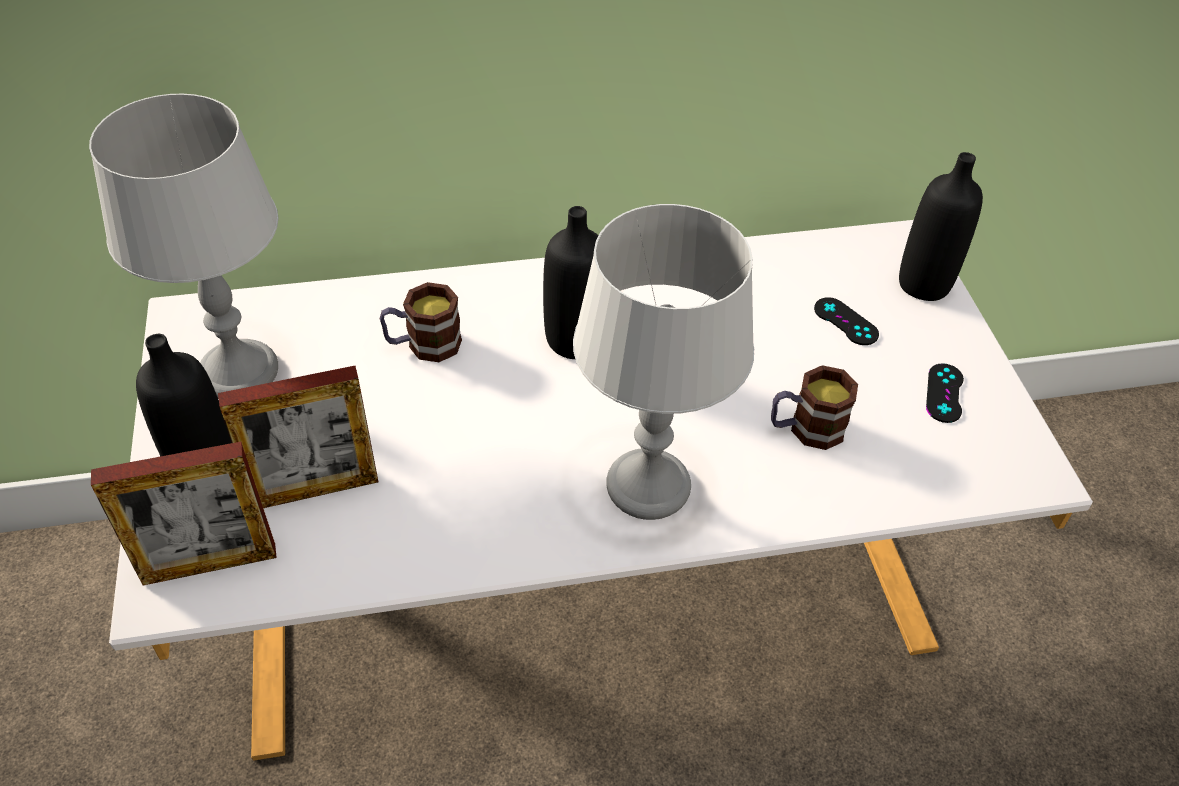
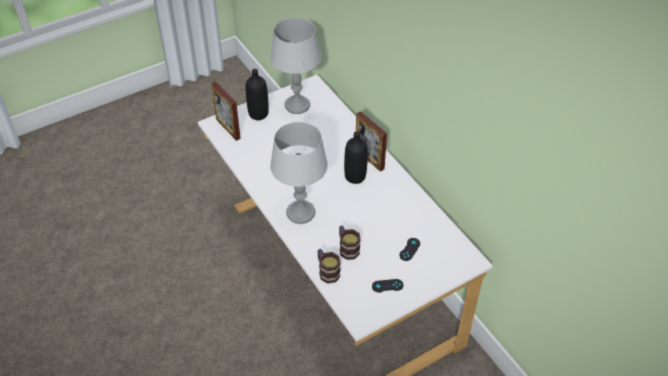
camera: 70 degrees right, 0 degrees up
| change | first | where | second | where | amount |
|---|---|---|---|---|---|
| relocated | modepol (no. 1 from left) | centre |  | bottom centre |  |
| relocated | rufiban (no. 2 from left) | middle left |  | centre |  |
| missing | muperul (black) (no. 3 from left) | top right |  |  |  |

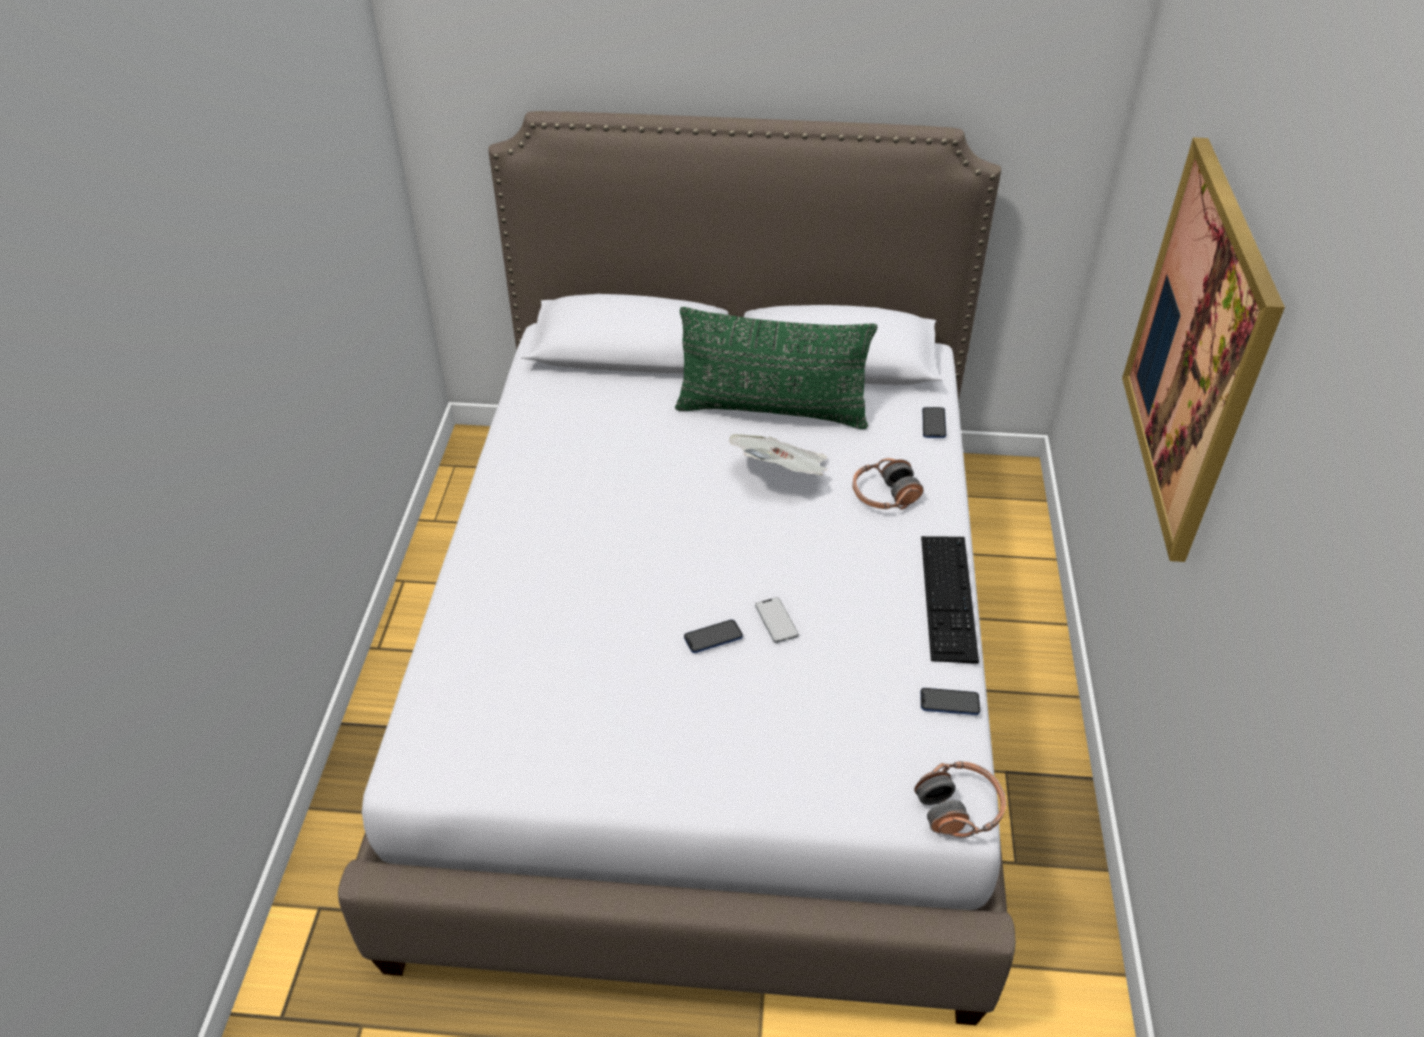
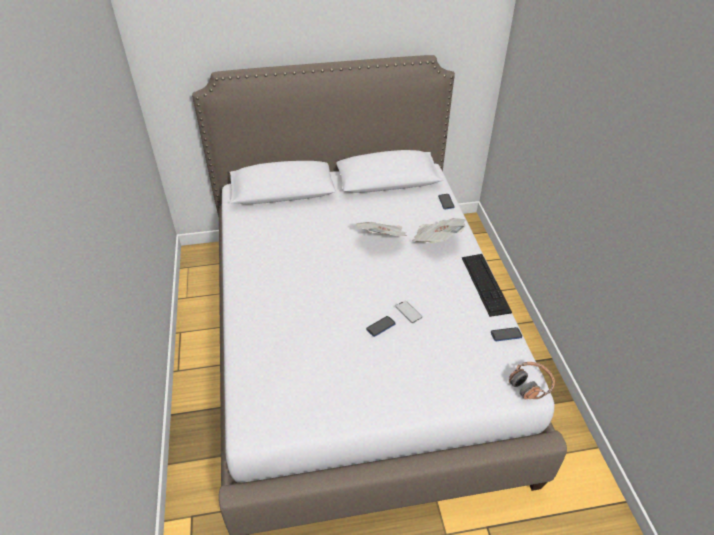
camera: 15 degrees left, 0 degrees up
| change | first | where | second | where | amount |
|---|---|---|---|---|---|
| exchanged | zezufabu (no. 1 from left) | centre | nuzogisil (no. 2 from left) | centre |  |
| missing | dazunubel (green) | centre |  |  |  |
| missing | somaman | middle right |  |  |  |

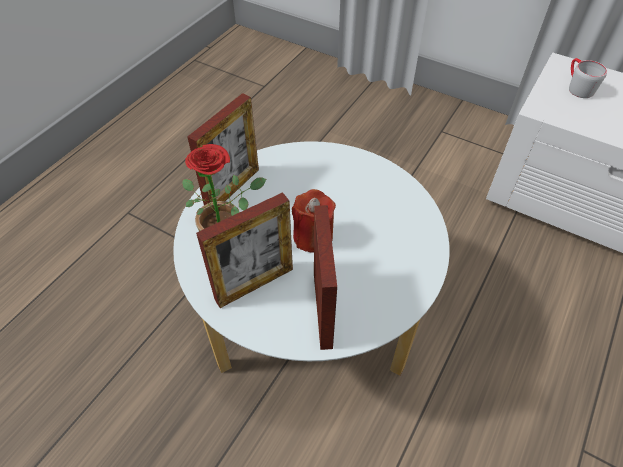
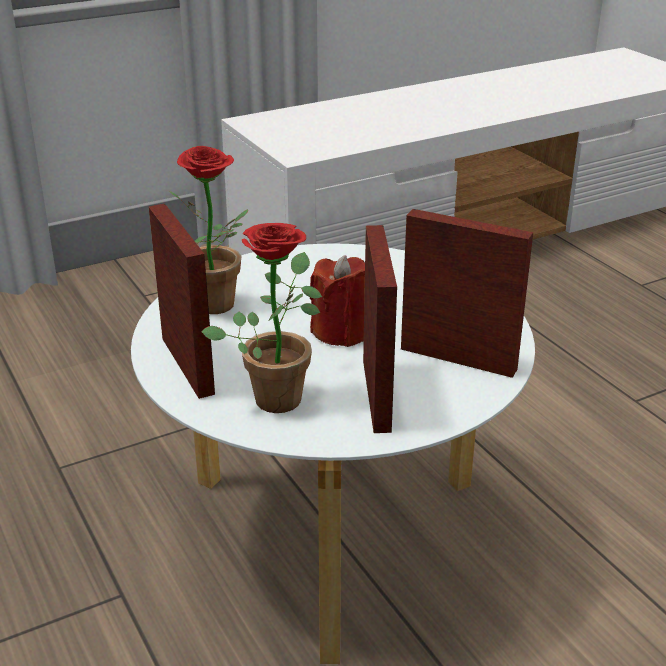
camera: 60 degrees left, 20 degrees down
| change | first | where | second | where | amount |
|---|---|---|---|---|---|
| appeared |  |  | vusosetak (no. 1 from left) | middle left |  |
| missing | modepol (grey) | top right |  |  |  |

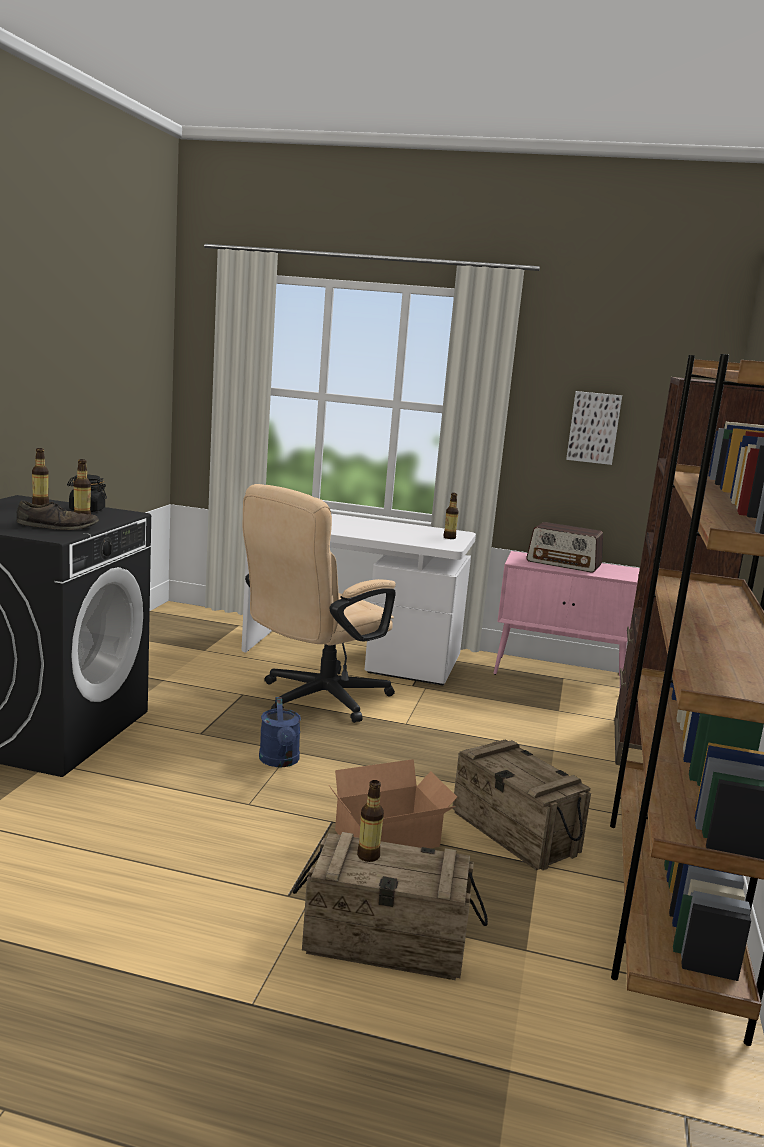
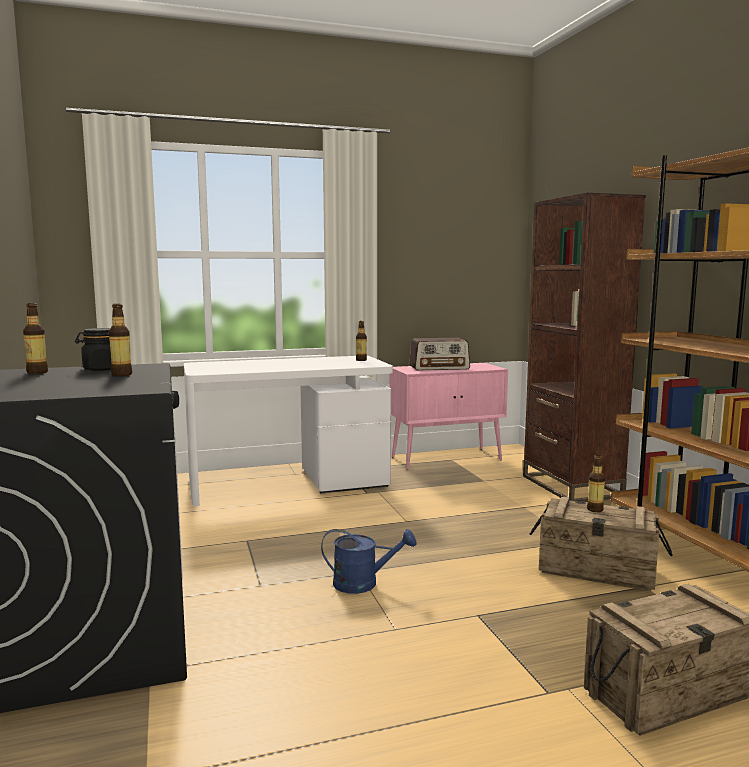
camera: 30 degrees left, 5 degrees down
| change | first | where | second | where | amount |
|---|---|---|---|---|---|
| spun | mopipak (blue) | centre |  | bottom centre | 45 degrees counterclockwise |
| relocated | muperul (no. 3 from left in the first image) | bottom centre | muperul (no. 4 from left) | middle right |  |
| missing | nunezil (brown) | middle left |  |  |  |
| missing | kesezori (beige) | centre |  |  |  |
| missing | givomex | bottom centre |  |  |  |
| missing | somaman | middle right |  |  |  |

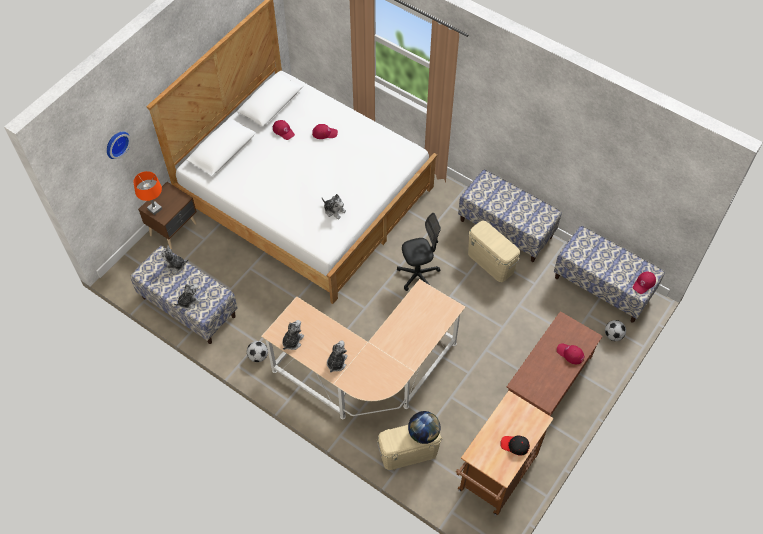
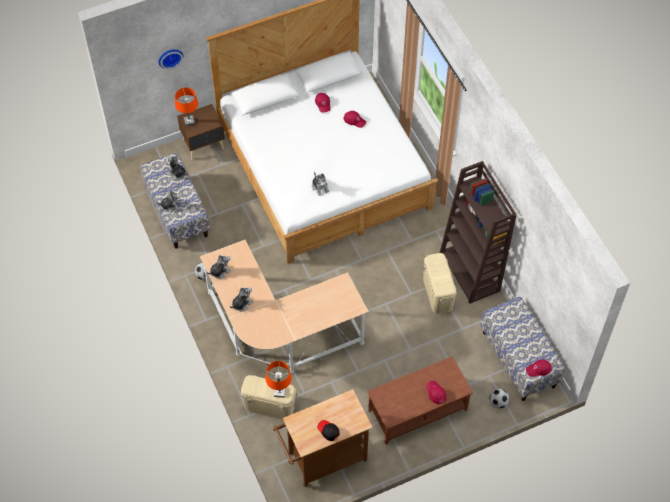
camera: 30 degrees right, 0 degrees up
| change | first | where | second | where | amount |
|---|---|---|---|---|---|
| exchanged | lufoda | bottom centre | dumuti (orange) (no. 2 from left) | bottom centre |  |
| exchanged | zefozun (no. 2 from left) | middle right | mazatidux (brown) | middle right |  |
| missing | kesezori (black) | centre |  |  |  |

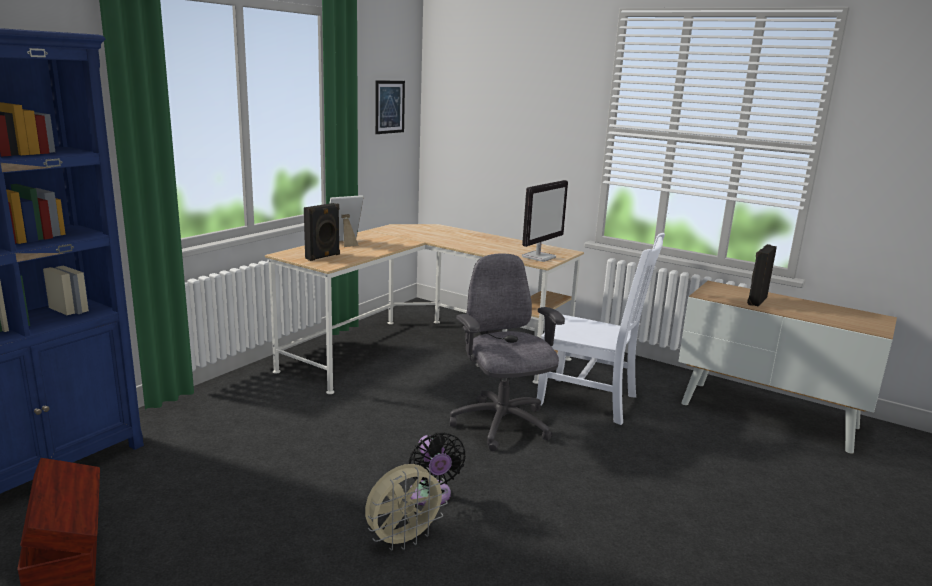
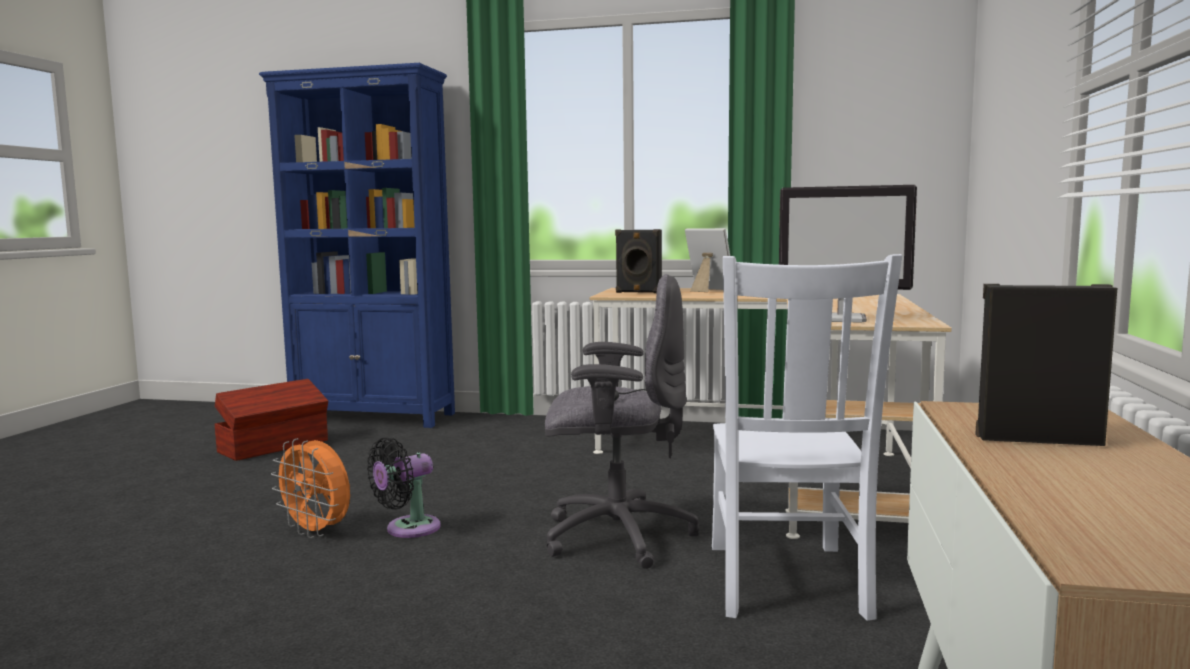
camera: 70 degrees right, 10 degrees down
| change | first | where | second | where | amount |
|---|---|---|---|---|---|
| colour | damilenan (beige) | bottom centre | damilenan (orange) | bottom left |  |
| spun | kesezori (grey) | centre |  | centre | 45 degrees clockwise |
| missing | somaman | top centre |  |  |  |

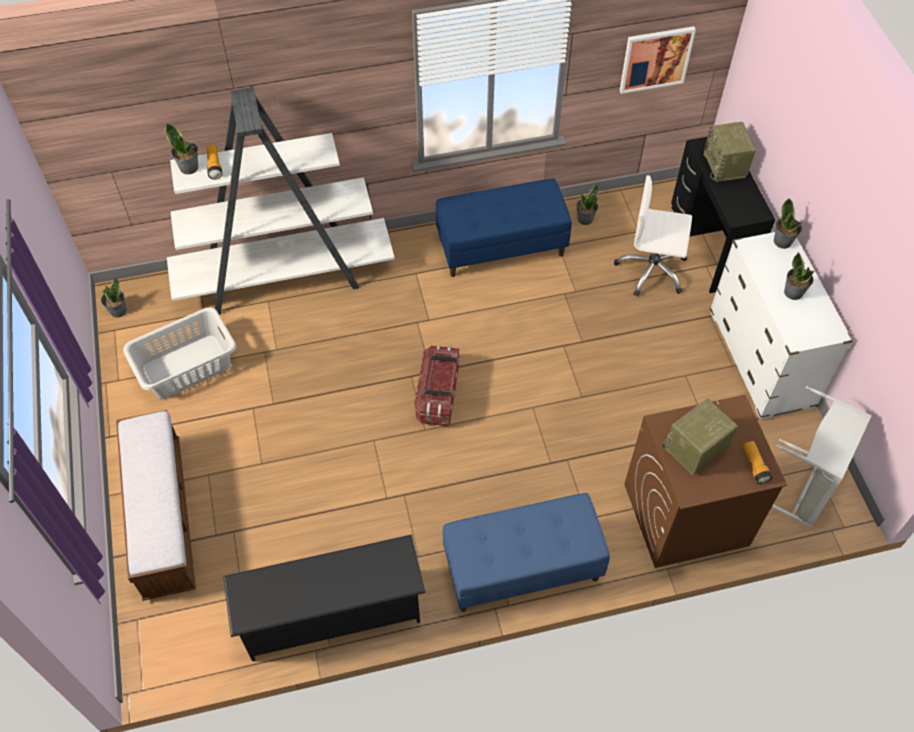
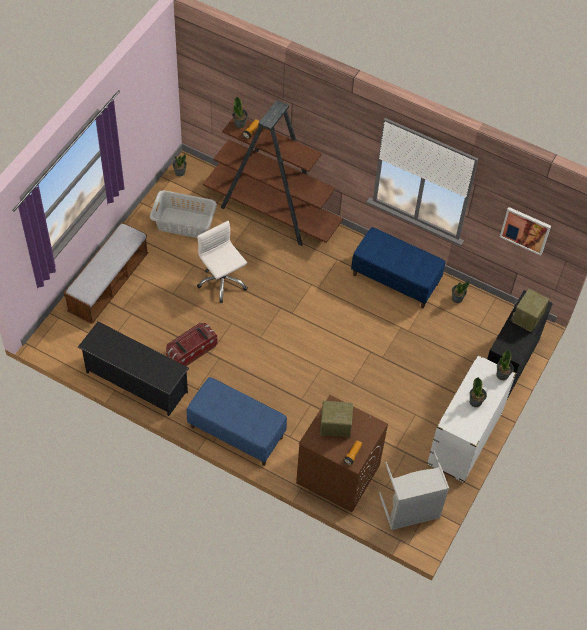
camera: 40 degrees right, 0 degrees up
| change | first | where | second | where | amount |
|---|---|---|---|---|---|
| relocated | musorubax | centre |  | middle left |  |
| relocated | kesezori (white) | top right |  | centre |  |
| colour | mazatidux (white) | top left | mazatidux (brown) | top centre |  |

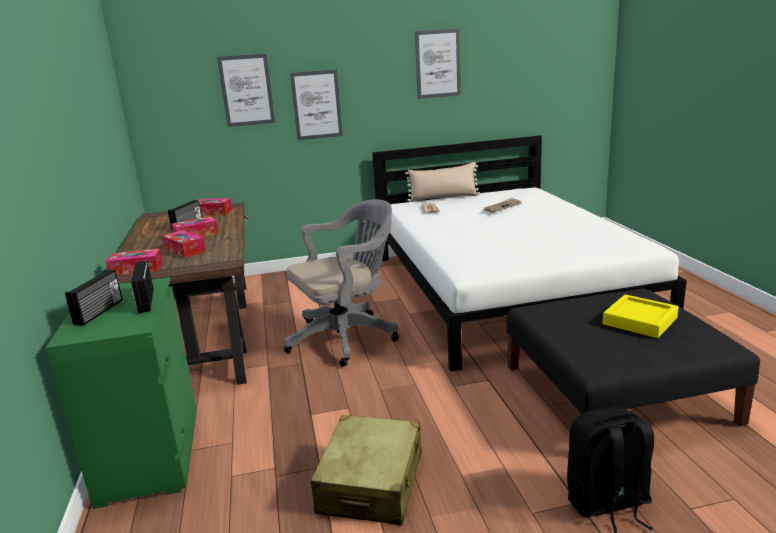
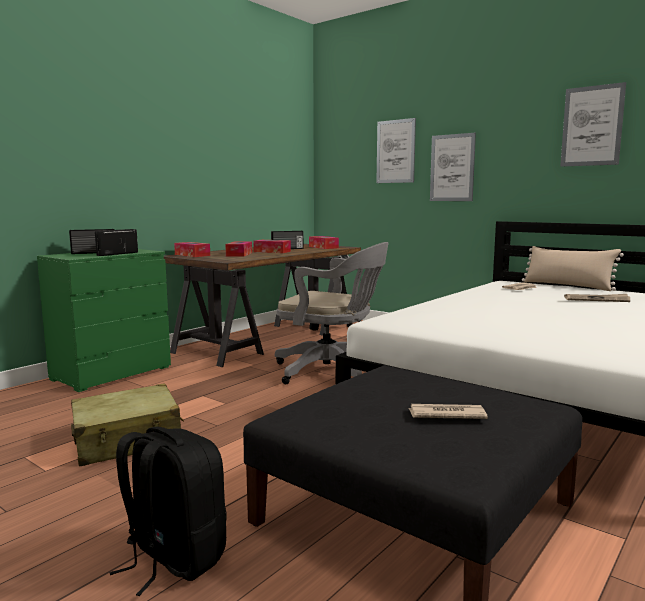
camera: 50 degrees right, 10 degrees down
| change | first | where | second | where | amount |
|---|---|---|---|---|---|
| exchanged | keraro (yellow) | middle right | nuzogisil (no. 1 from left) | bottom right |  |

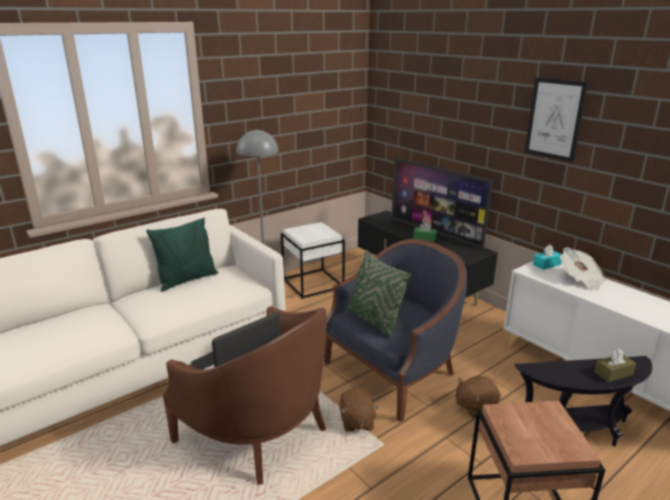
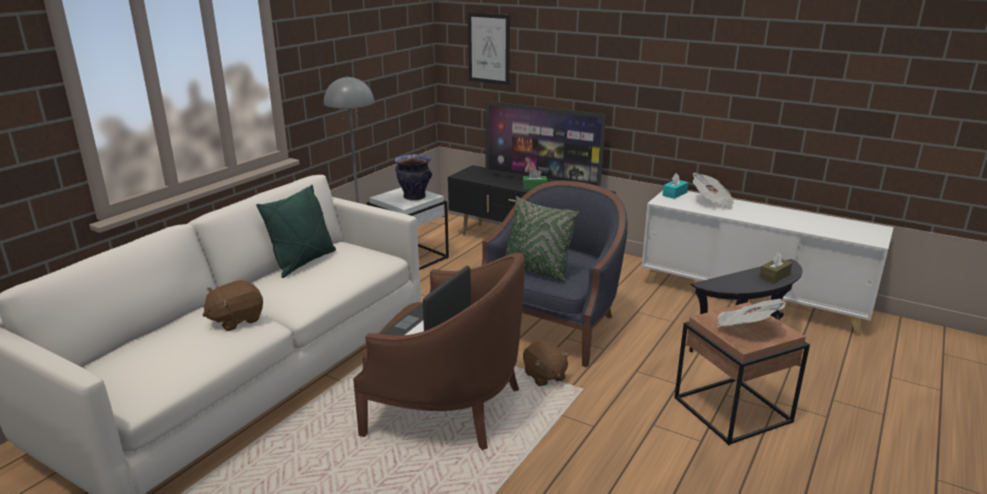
camera: 20 degrees left, 0 degrees up
| change | first | where | second | where | amount |
|---|---|---|---|---|---|
| relocated | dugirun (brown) (no. 2 from left in the first image) | bottom right | dugirun (brown) (no. 1 from left) | middle left |  |
| appeared |  |  | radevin | centre |  |
| relocated | somaman | top right |  | top centre |  |
| appeared |  |  | nuzogisil (no. 2 from left) | middle right |  |

